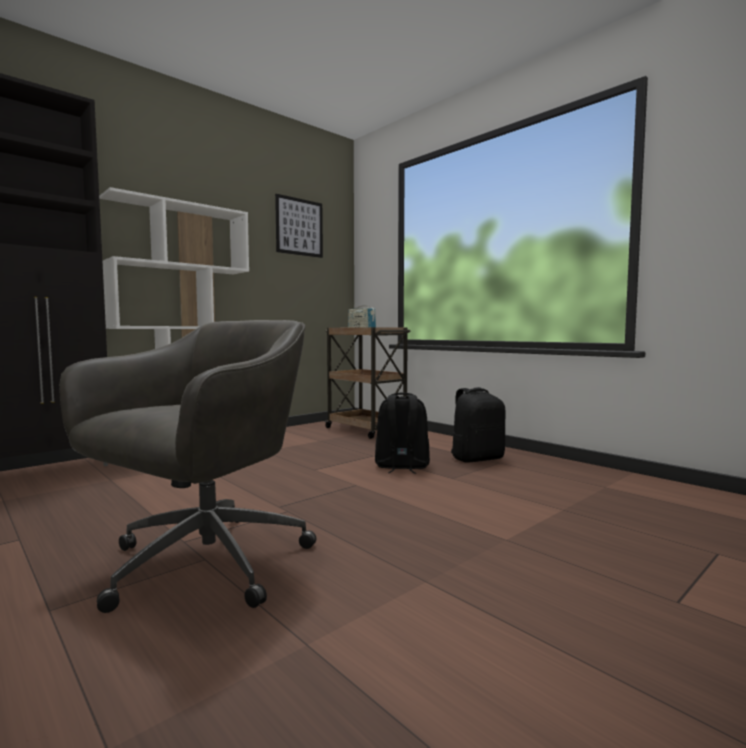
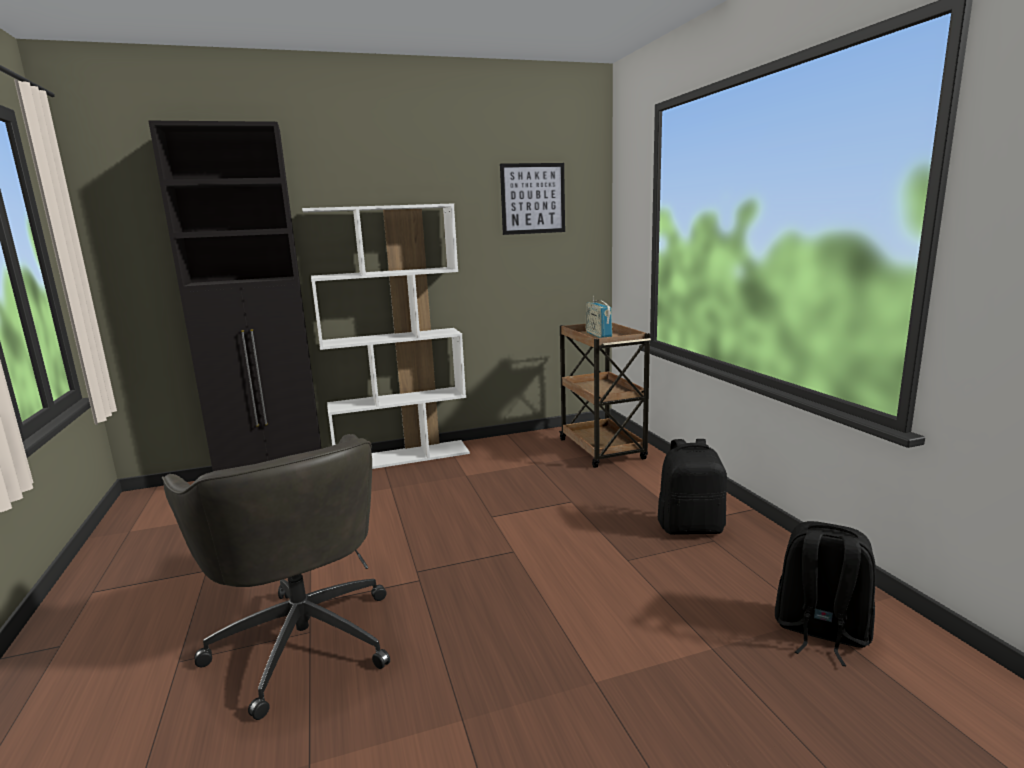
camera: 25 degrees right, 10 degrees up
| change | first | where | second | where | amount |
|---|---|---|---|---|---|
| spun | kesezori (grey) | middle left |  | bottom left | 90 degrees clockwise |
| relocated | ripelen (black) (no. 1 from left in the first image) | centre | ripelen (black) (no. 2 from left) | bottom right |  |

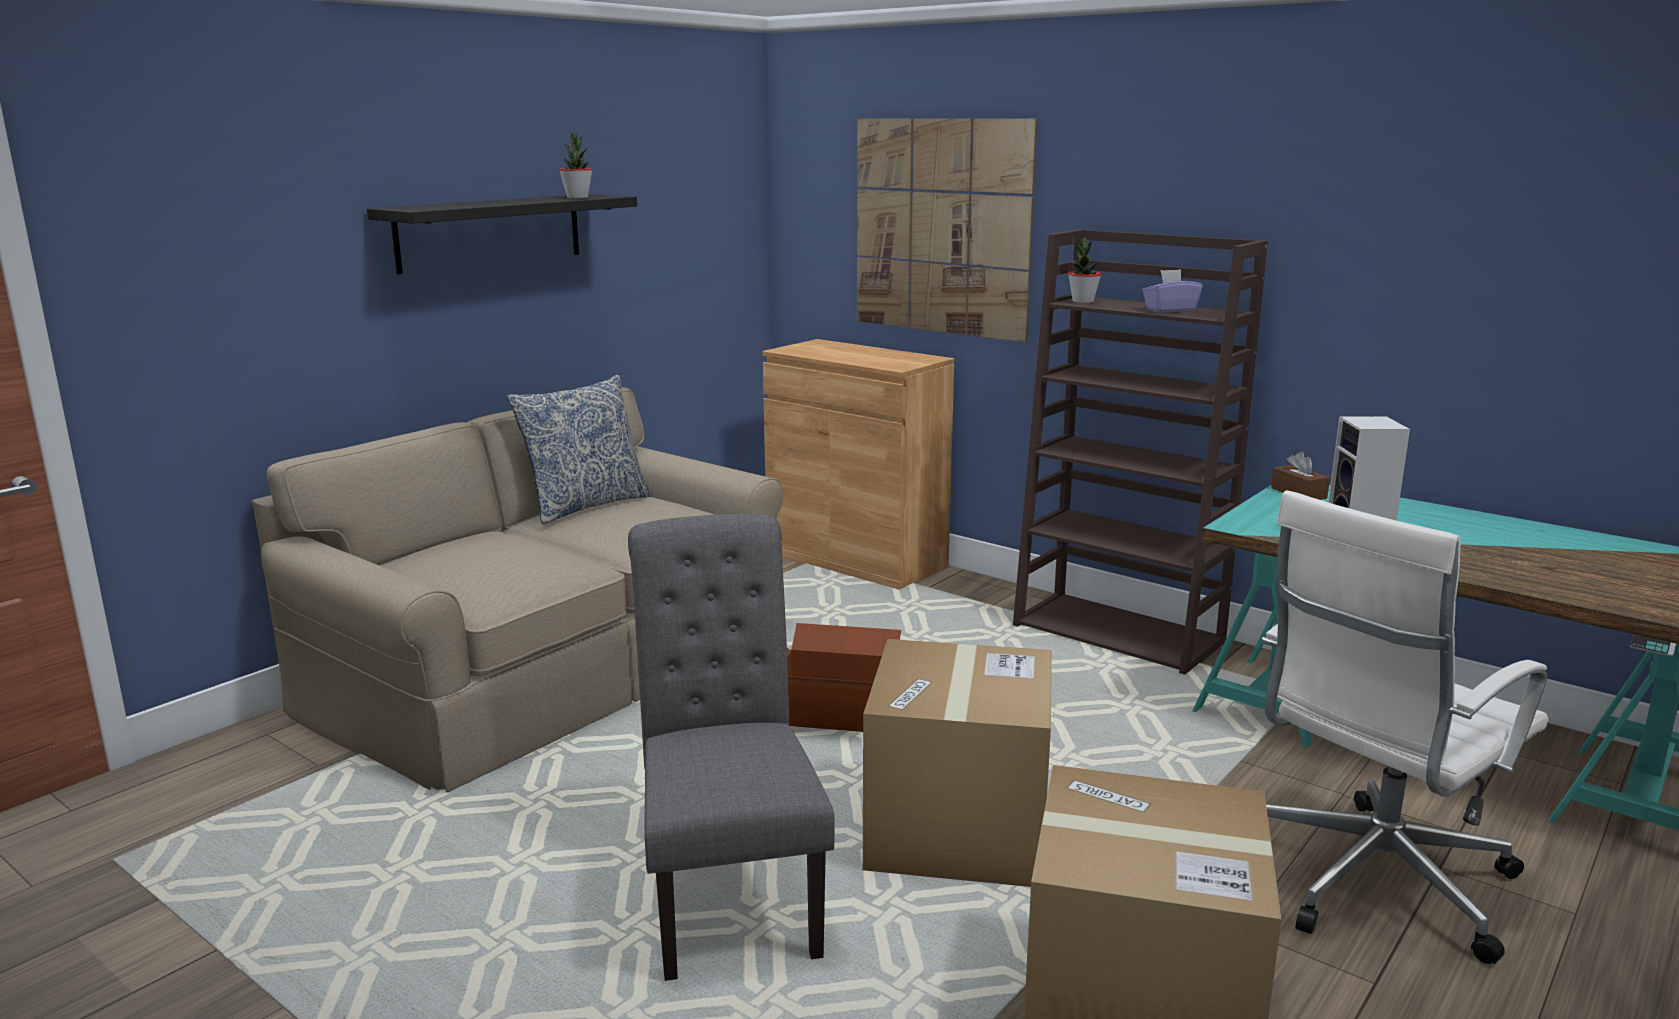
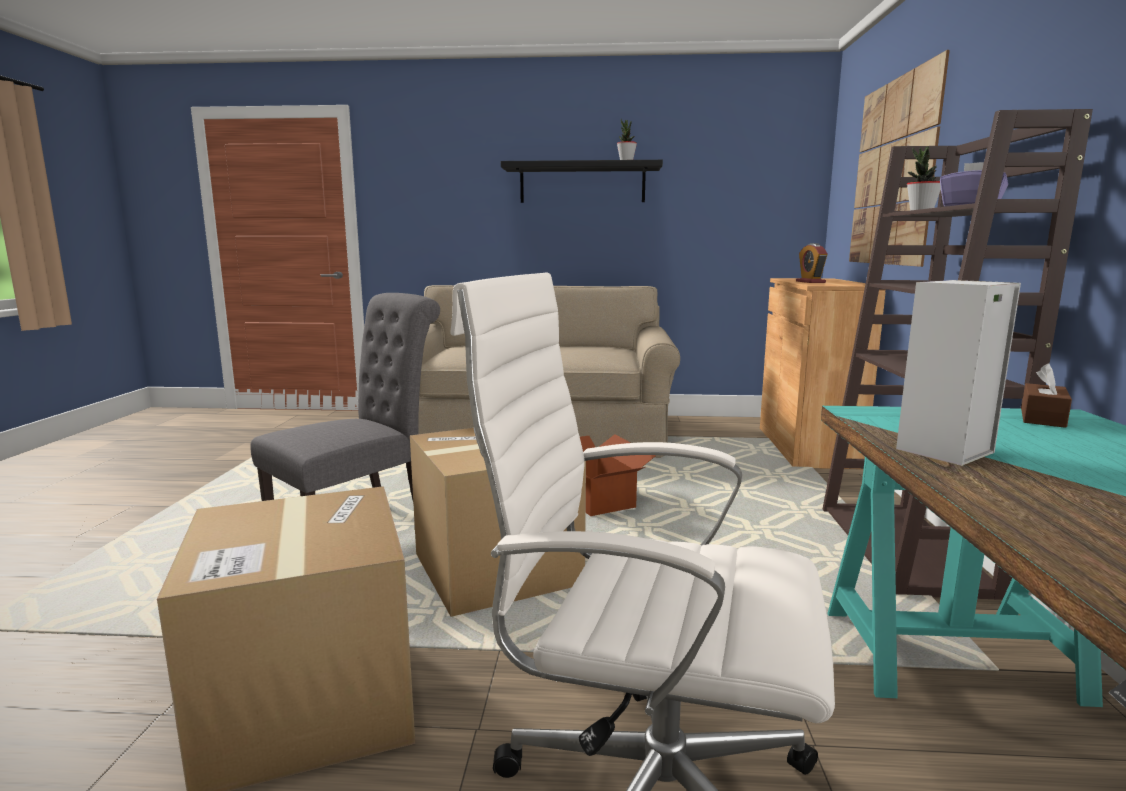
camera: 55 degrees right, 5 degrees down
| change | first | where | second | where | amount |
|---|---|---|---|---|---|
| appeared |  |  | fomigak | top right |  |
| missing | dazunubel | centre |  |  |  |

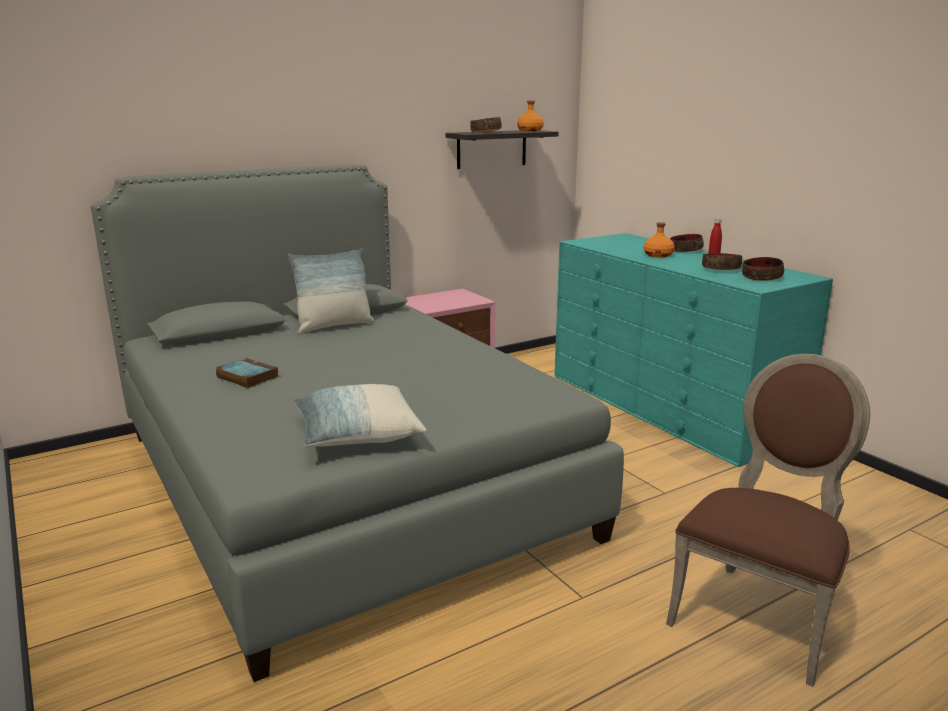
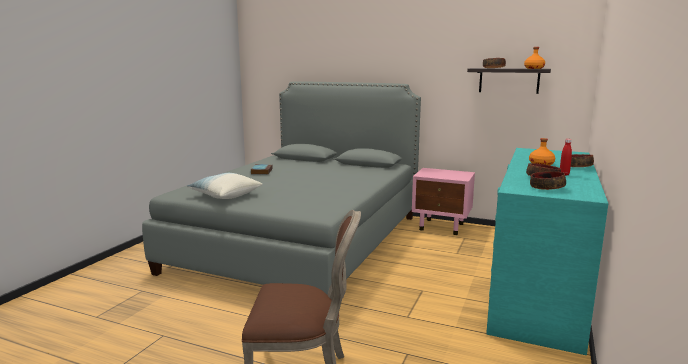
camera: 55 degrees right, 5 degrees down
| change | first | where | second | where | amount |
|---|---|---|---|---|---|
| missing | dazunubel (no. 1 from left) | centre |  |  |  |

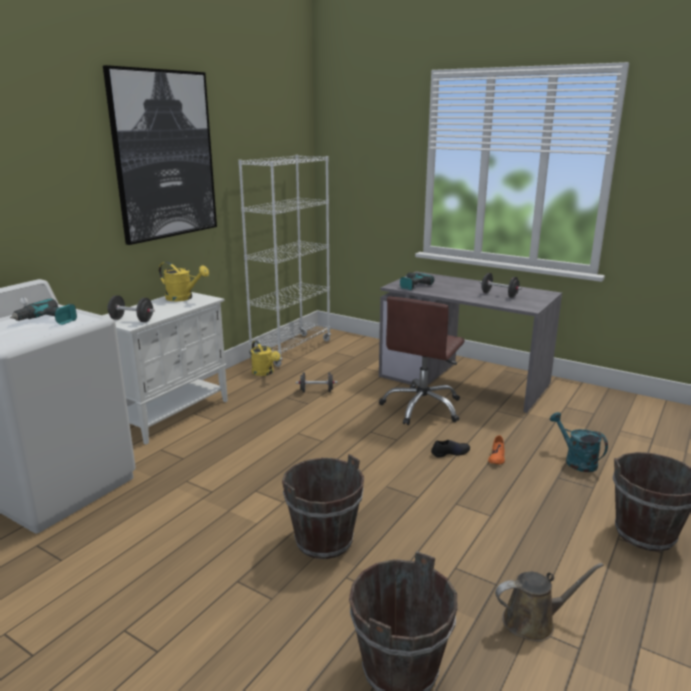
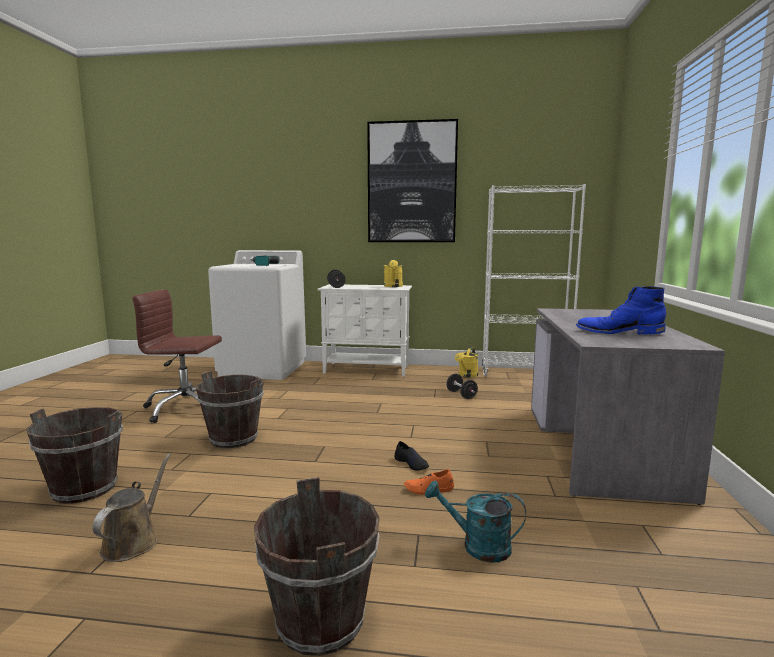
camera: 65 degrees right, 10 degrees down
| change | first | where | second | where | amount |
|---|---|---|---|---|---|
| spun | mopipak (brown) | bottom right |  | bottom left | 135 degrees counterclockwise |
| relocated | kesezori (brown) | centre |  | middle left |  |
| spun | mopipak (turquoise) | middle right |  | bottom centre | 105 degrees counterclockwise |
| exchanged | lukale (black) (no. 3 from left) | middle right | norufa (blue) | middle right |  |
| missing | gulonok (no. 2 from left) | centre |  |  |  |

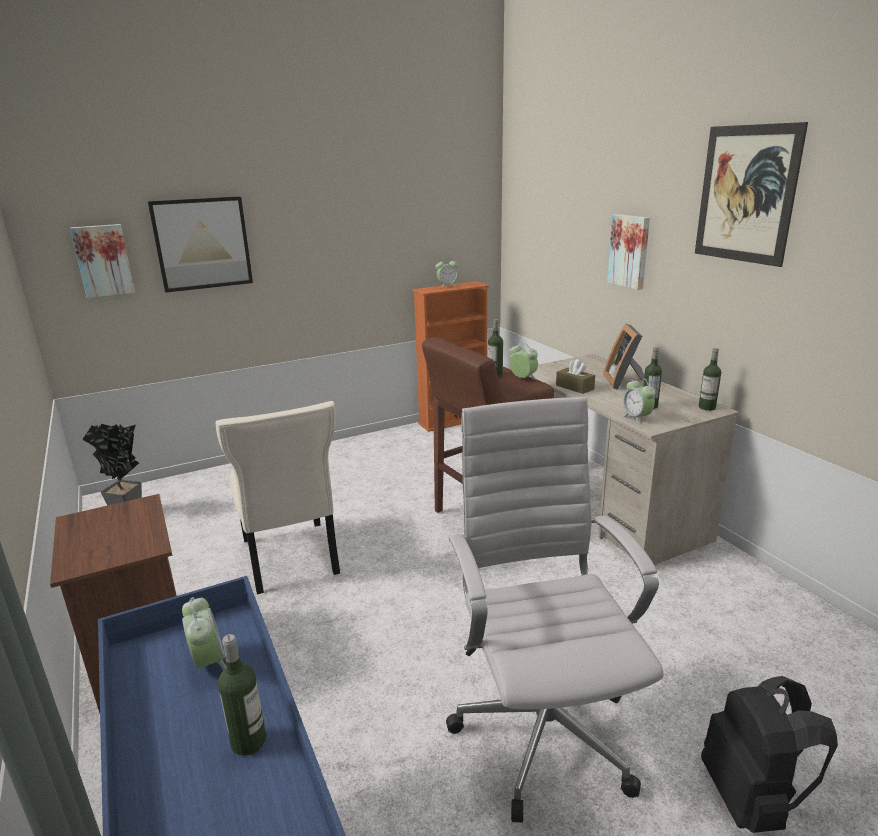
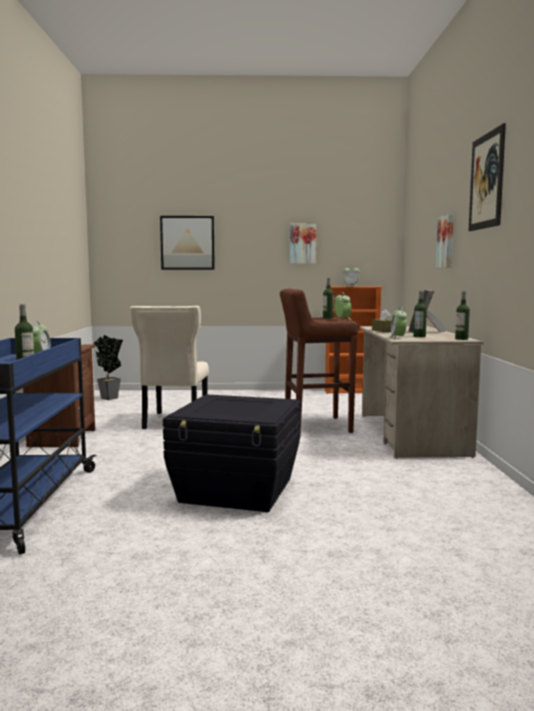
camera: 25 degrees right, 15 degrees down
| change | first | where | second | where | amount |
|---|---|---|---|---|---|
| exchanged | kesezori (white) | bottom centre | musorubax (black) | centre |  |
| relocated | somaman (no. 1 from left in the first image) | top left | somaman (no. 2 from left) | centre |  |
| missing | ripelen (black) | bottom right |  |  |  |

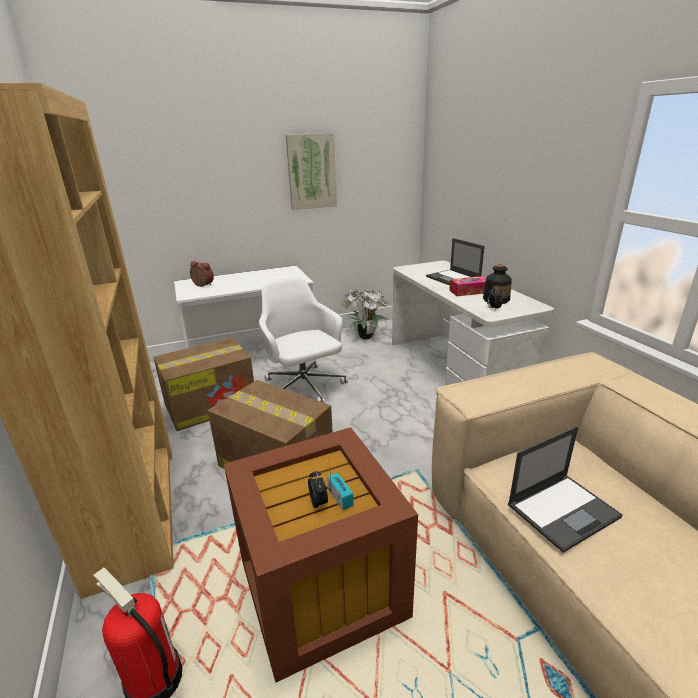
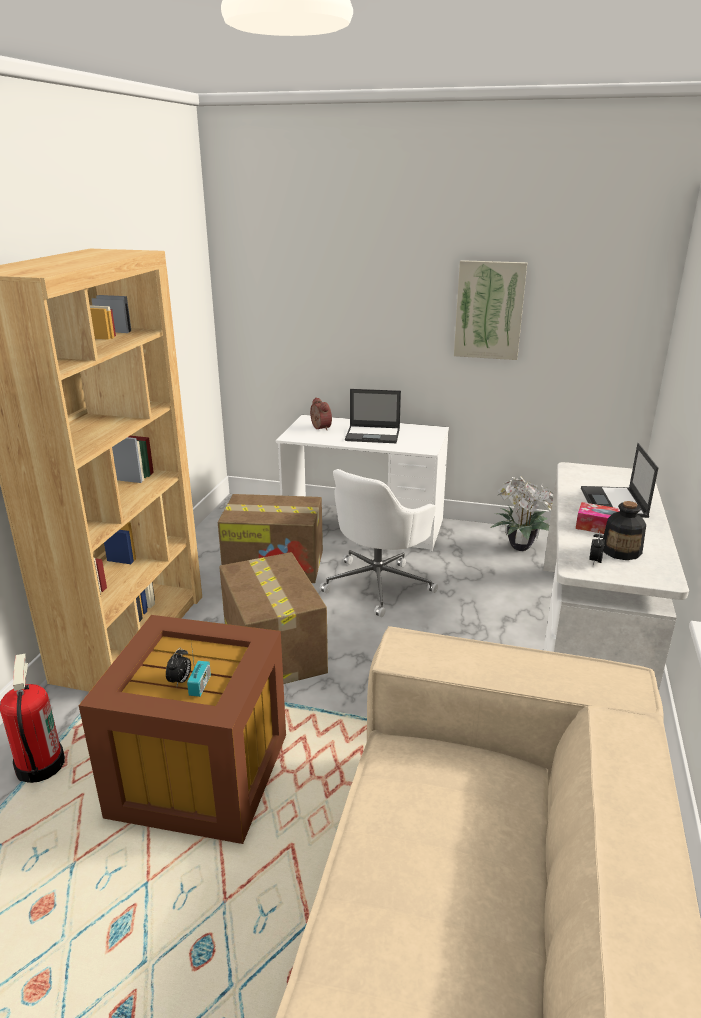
camera: 35 degrees right, 0 degrees up
| change | first | where | second | where | amount |
|---|---|---|---|---|---|
| spun | kesezori (white) | centre |  | centre | 150 degrees counterclockwise |
| relocated | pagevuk (no. 2 from left in the first image) | bottom right | pagevuk (no. 1 from left) | centre |  |

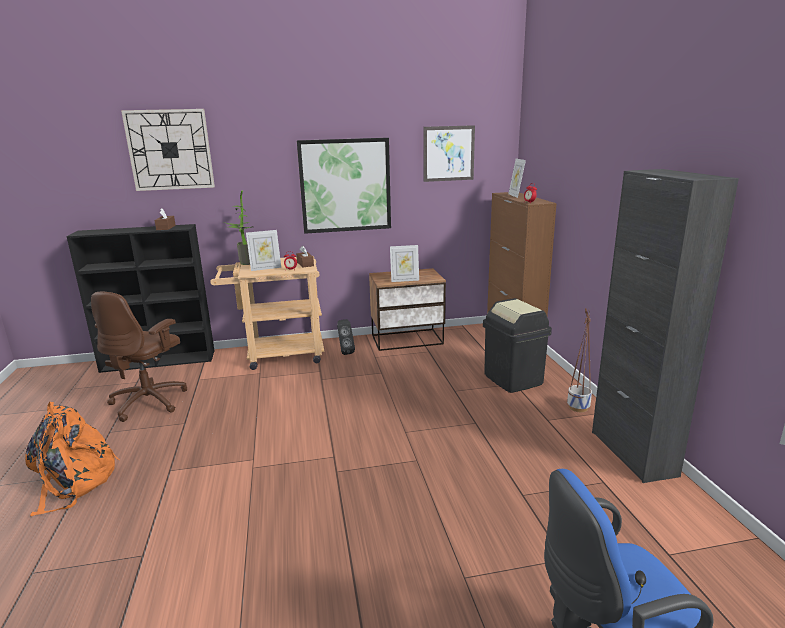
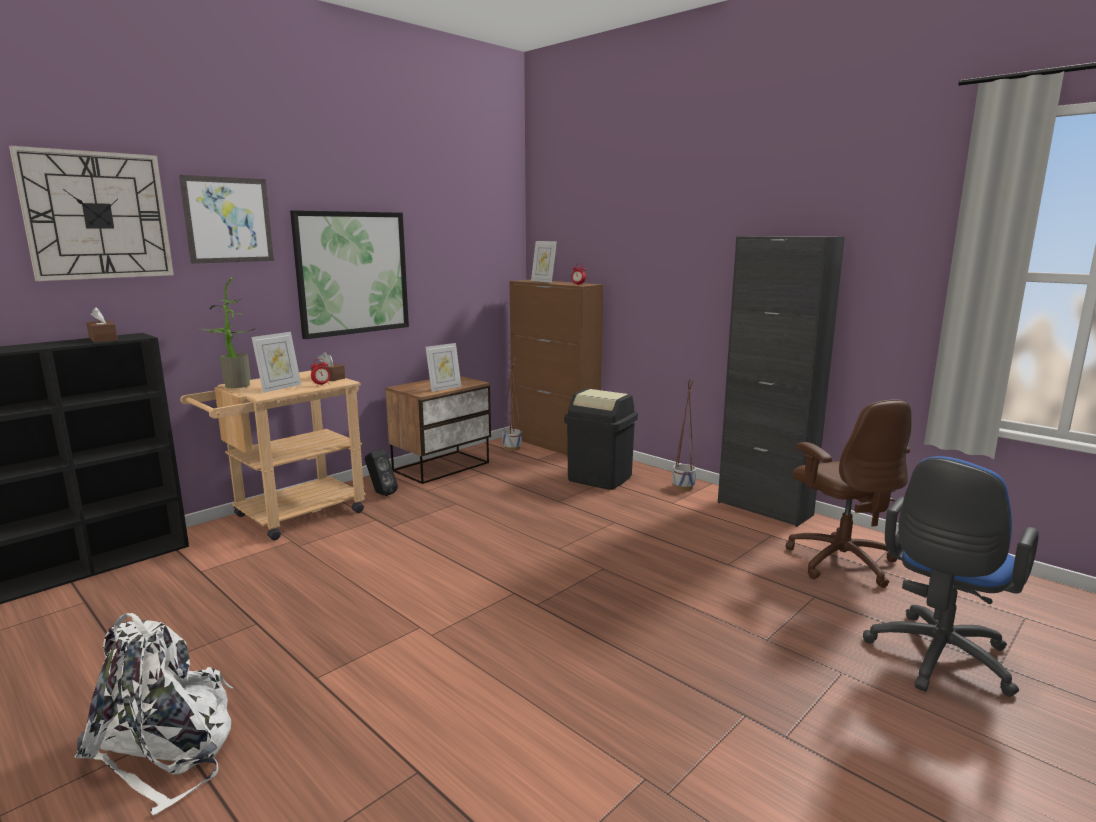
camera: 35 degrees left, 5 degrees down
| change | first | where | second | where | amount |
|---|---|---|---|---|---|
| colour | ripelen (orange) | bottom left | ripelen (white) | bottom left |  |
| relocated | somaman (no. 2 from left in the first image) | top centre | somaman (no. 1 from left) | top left |  |
| appeared |  |  | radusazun (no. 1 from left) | centre |  |
| relocated | kesezori (brown) | middle left |  | middle right |  |

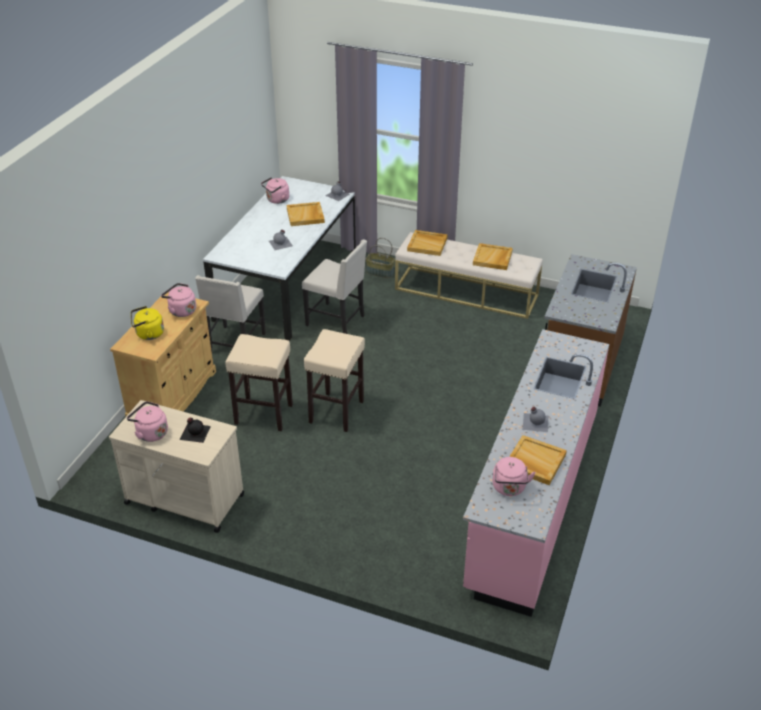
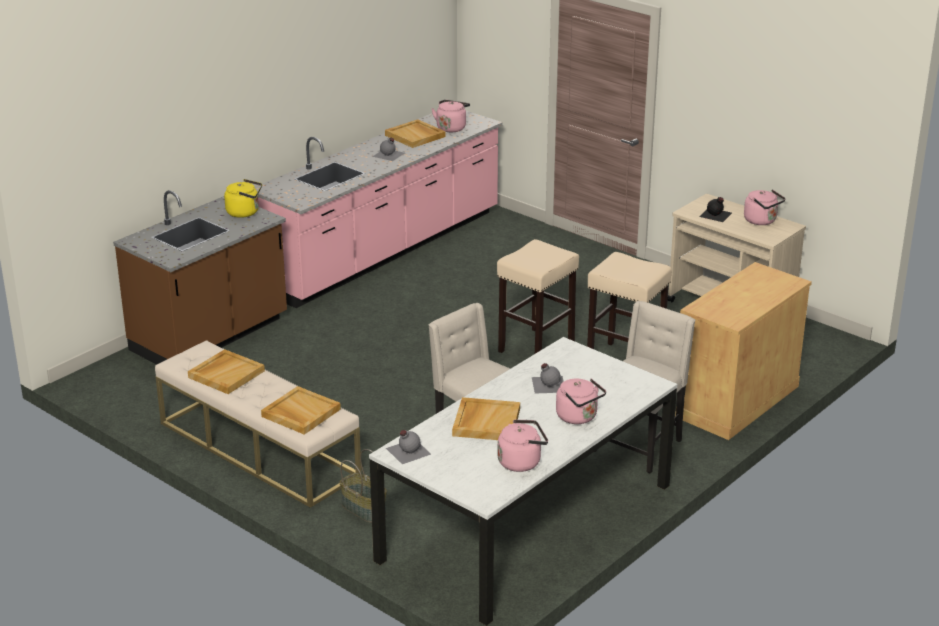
camera: 160 degrees left, 10 degrees down
| change | first | where | second | where | amount |
|---|---|---|---|---|---|
| relocated | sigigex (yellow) | middle left |  | top left |  |
| relocated | sigigex (pink) (no. 2 from left in the first image) | middle left | sigigex (pink) (no. 3 from left) | centre |  |

